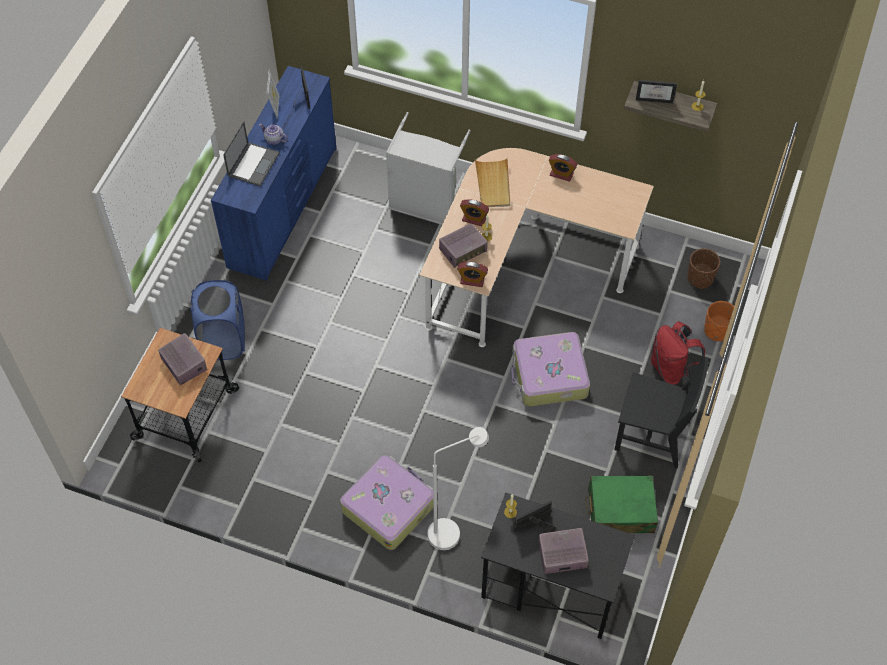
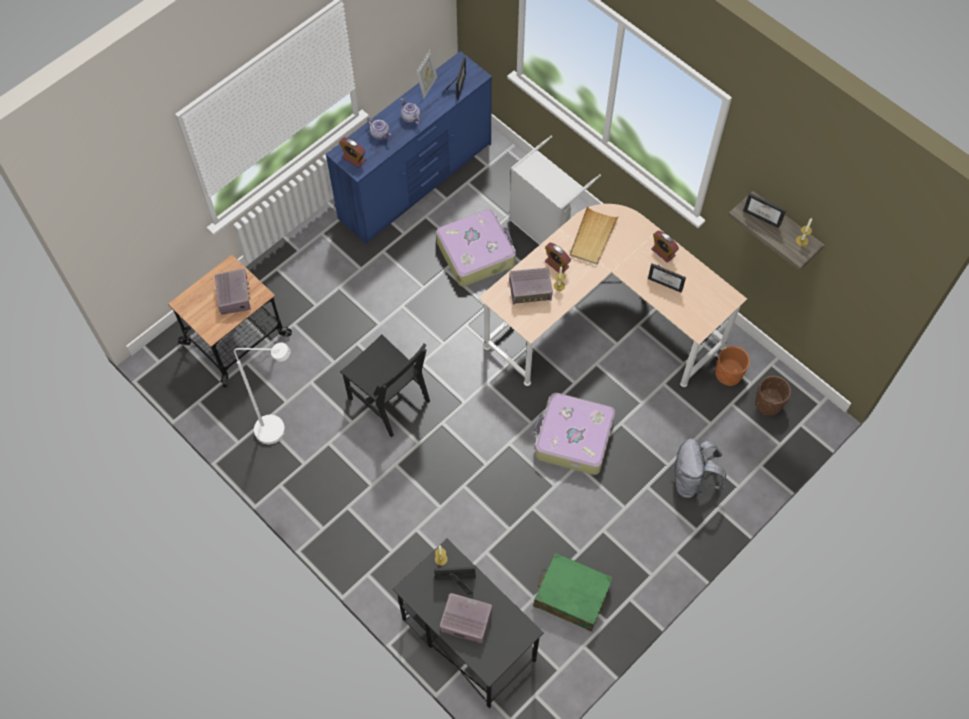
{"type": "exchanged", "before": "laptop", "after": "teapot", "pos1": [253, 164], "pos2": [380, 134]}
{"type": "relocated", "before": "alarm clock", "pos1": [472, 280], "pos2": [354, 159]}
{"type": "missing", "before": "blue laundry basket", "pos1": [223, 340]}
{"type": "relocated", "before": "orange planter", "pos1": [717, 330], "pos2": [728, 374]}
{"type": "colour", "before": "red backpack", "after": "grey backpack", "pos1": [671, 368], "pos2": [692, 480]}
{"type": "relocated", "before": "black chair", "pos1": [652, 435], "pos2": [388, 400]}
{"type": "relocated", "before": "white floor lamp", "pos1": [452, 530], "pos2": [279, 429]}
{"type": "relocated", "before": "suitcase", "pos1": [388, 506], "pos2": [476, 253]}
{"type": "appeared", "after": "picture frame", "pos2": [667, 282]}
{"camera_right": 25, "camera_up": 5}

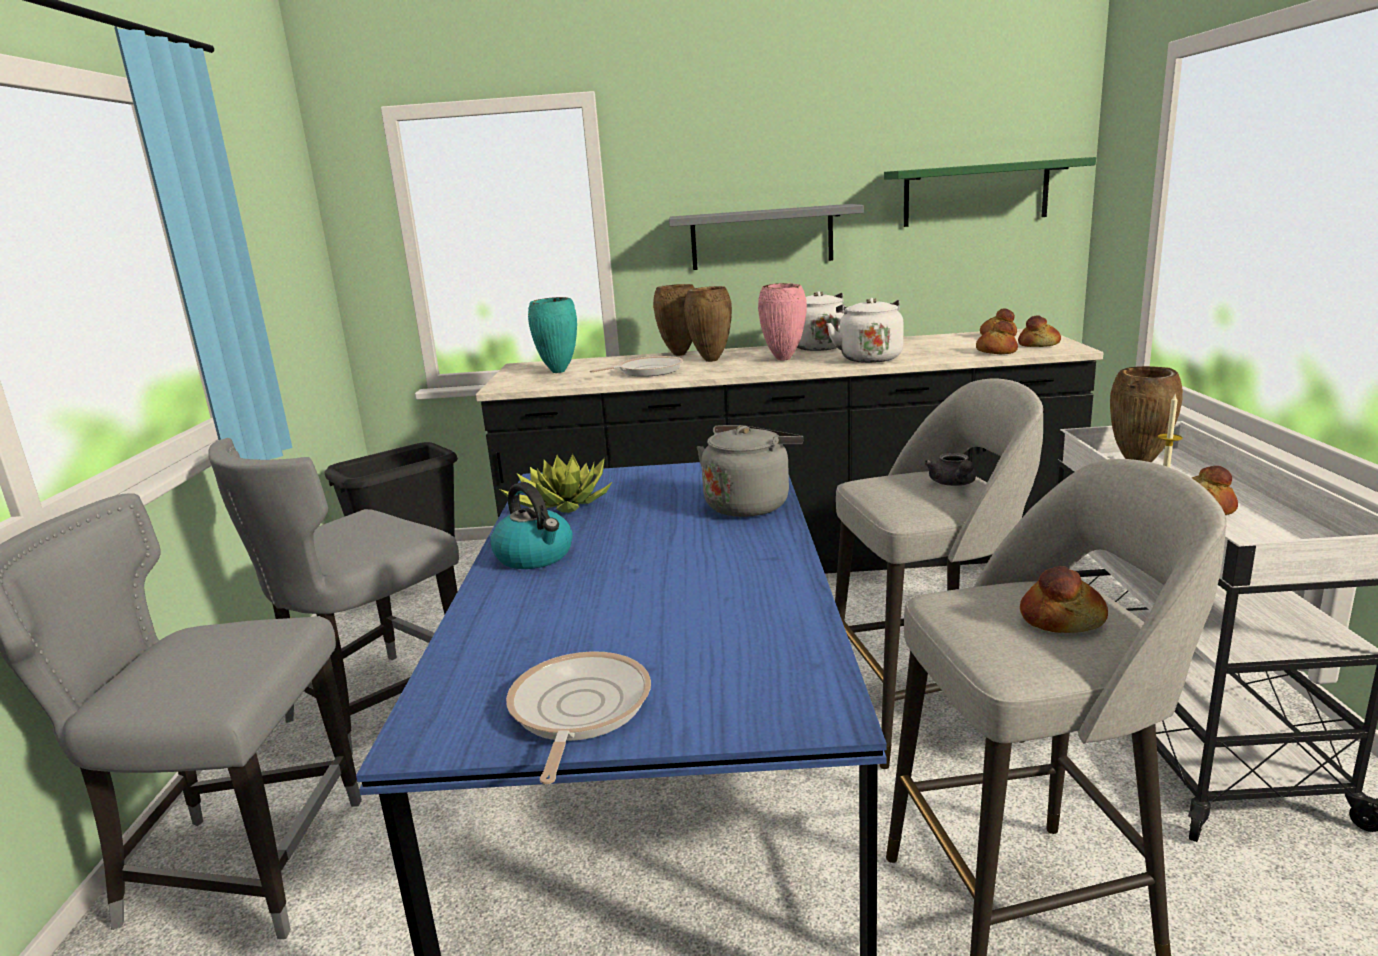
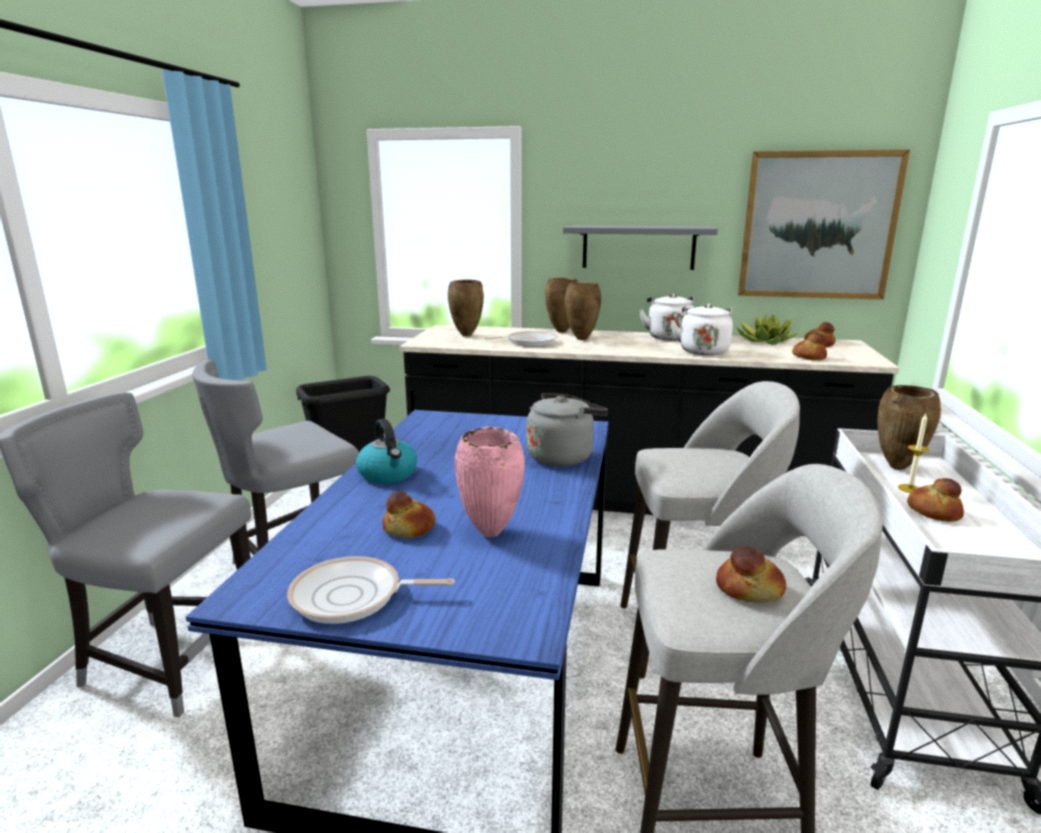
{"type": "exchanged", "before": "green shelf", "after": "picture", "pos1": [975, 193], "pos2": [818, 226]}
{"type": "relocated", "before": "pink vase", "pos1": [784, 359], "pos2": [492, 533]}
{"type": "colour", "before": "turquoise vase", "after": "brown vase", "pos1": [558, 372], "pos2": [466, 335]}
{"type": "relocated", "before": "bread", "pos1": [1039, 345], "pos2": [408, 529]}
{"type": "missing", "before": "grey teapot", "pos1": [953, 484]}
{"type": "relocated", "before": "potted plant", "pos1": [561, 504], "pos2": [763, 341]}
{"type": "spun", "before": "frying pan", "pos1": [577, 711], "pos2": [353, 597], "turn": -105}
{"camera_right": 10, "camera_up": 0}

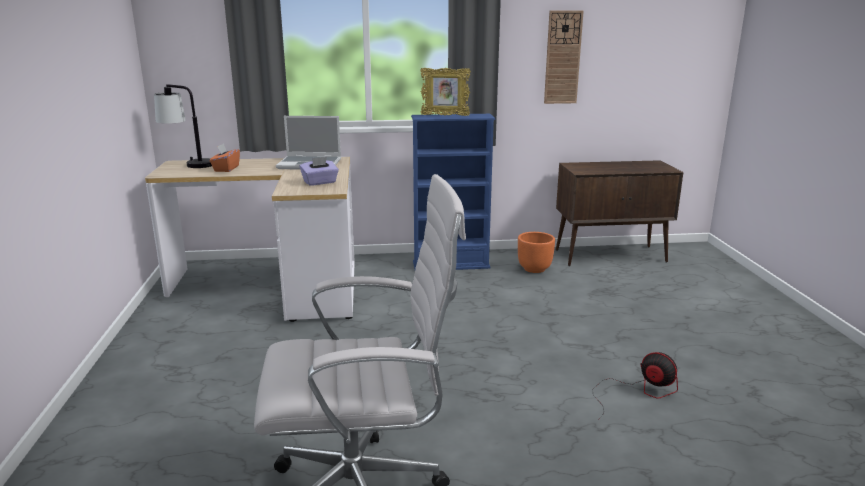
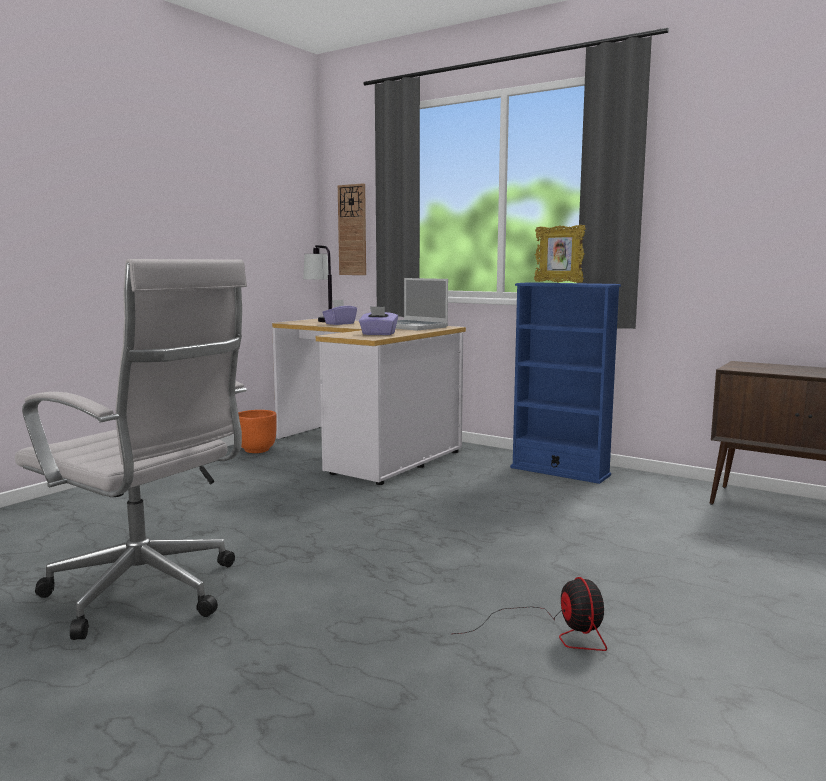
{"type": "relocated", "before": "wall clock", "pos1": [562, 57], "pos2": [352, 230]}
{"type": "colour", "before": "orange tissue box", "after": "purple tissue box", "pos1": [226, 169], "pos2": [339, 324]}
{"type": "relocated", "before": "orange planter", "pos1": [534, 269], "pos2": [257, 450]}
{"camera_right": 40, "camera_up": -10}

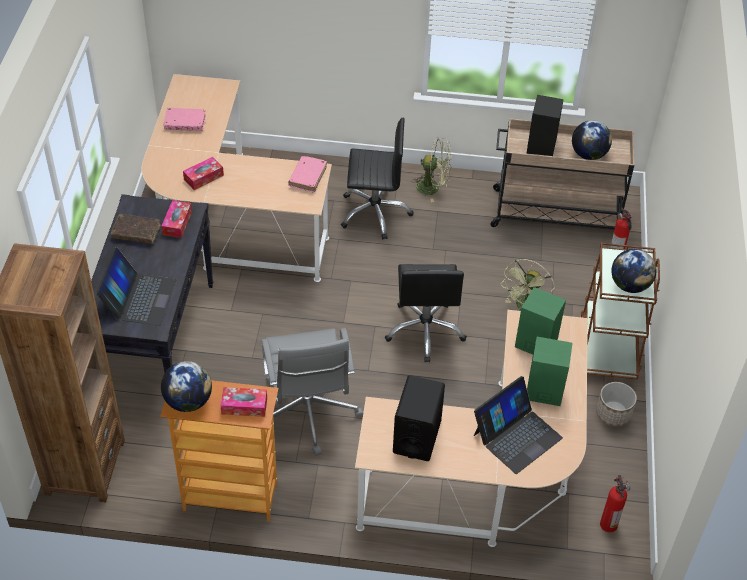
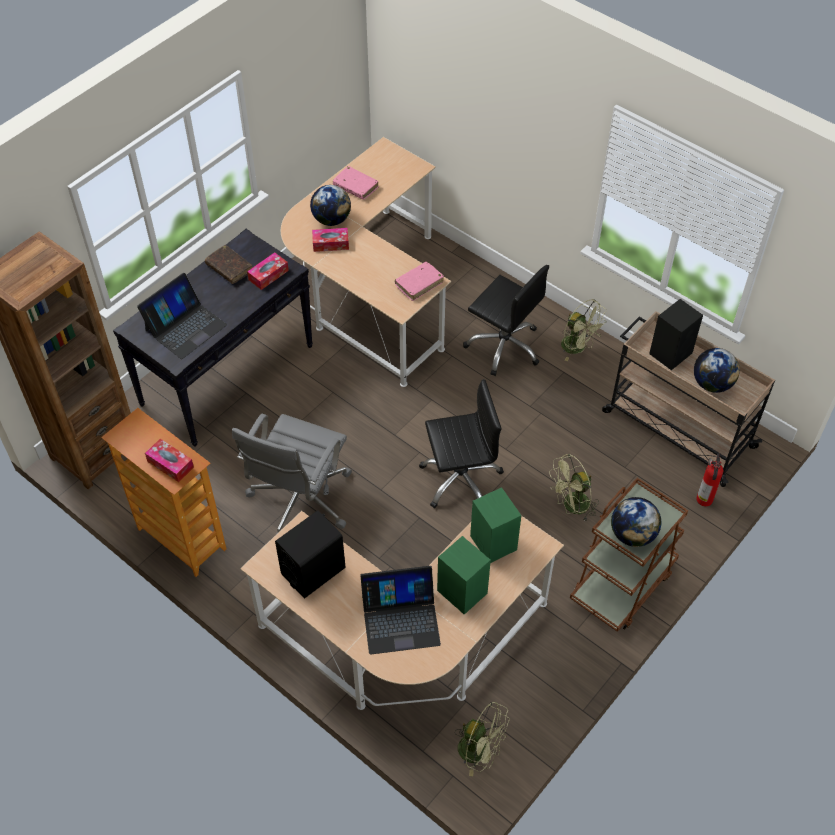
{"type": "spun", "before": "black office chair", "pos1": [425, 330], "pos2": [460, 479], "turn": -135}
{"type": "relocated", "before": "globe", "pos1": [188, 401], "pos2": [331, 220]}
{"type": "missing", "before": "planter", "pos1": [613, 414]}
{"type": "exchanged", "before": "fire extinguisher", "after": "green fan", "pos1": [608, 523], "pos2": [479, 751]}
{"camera_right": 35, "camera_up": 5}

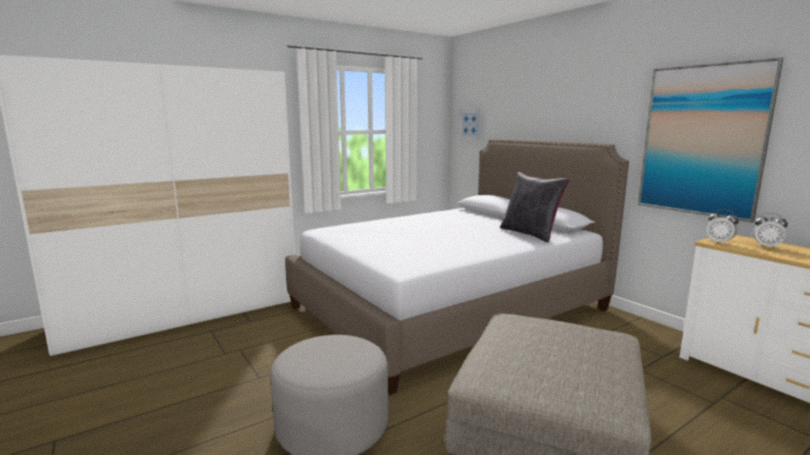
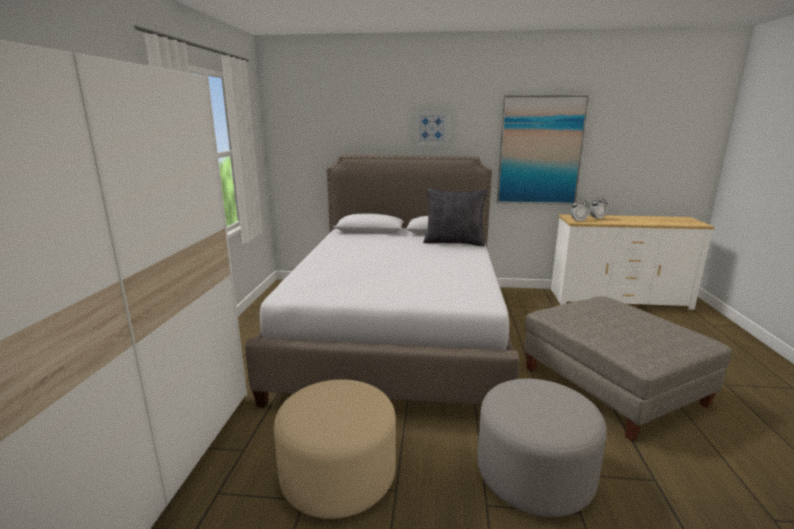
{"type": "relocated", "before": "picture", "pos1": [471, 124], "pos2": [431, 127]}
{"type": "appeared", "after": "beige ottoman", "pos2": [338, 476]}
{"camera_right": -50, "camera_up": 5}

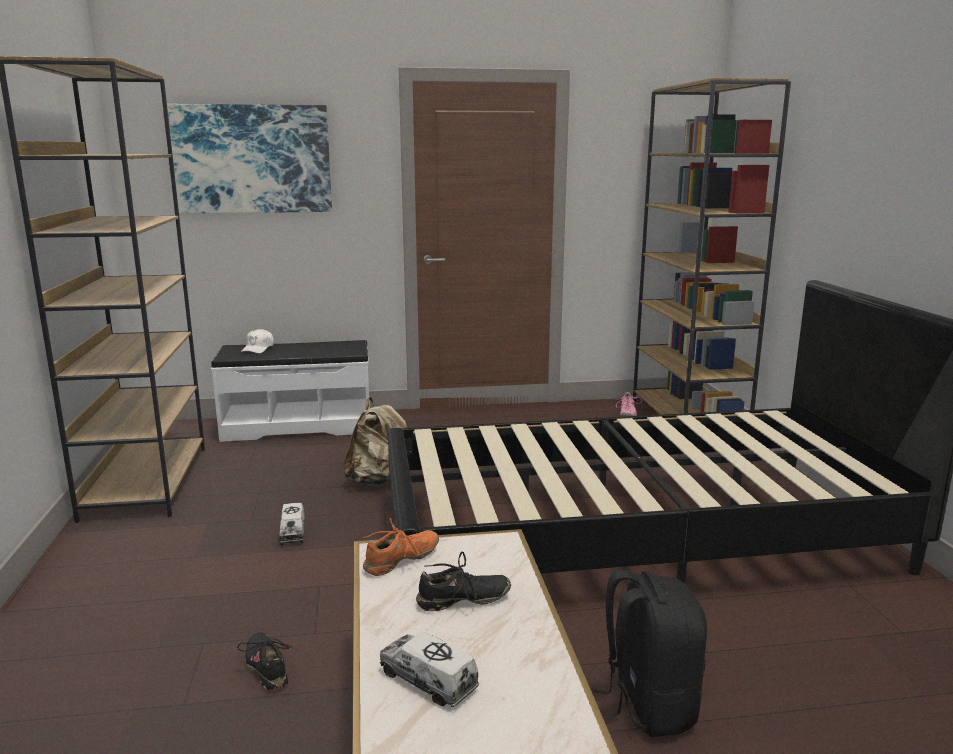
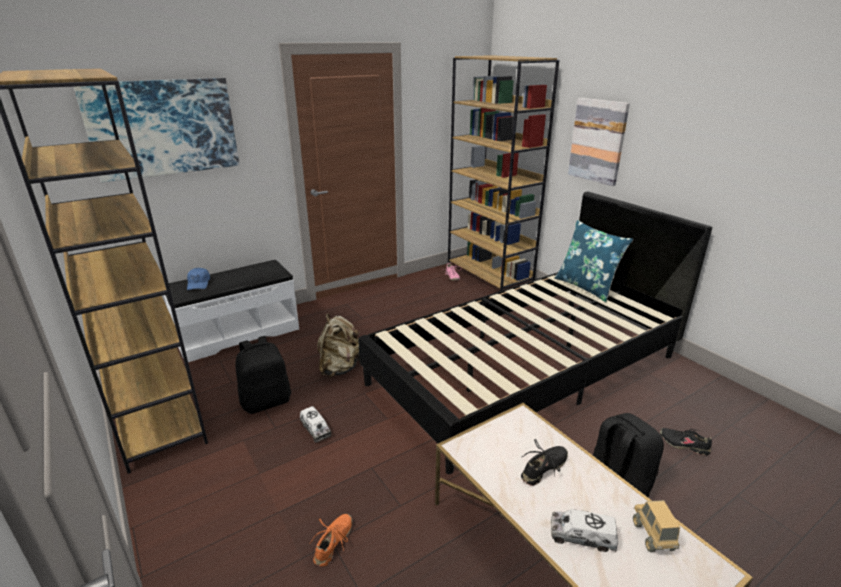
{"type": "colour", "before": "white cap", "after": "blue cap", "pos1": [258, 349], "pos2": [199, 283]}
{"type": "relocated", "before": "orange shoe", "pos1": [402, 560], "pos2": [334, 543]}
{"type": "relocated", "before": "black shoe", "pos1": [268, 668], "pos2": [684, 444]}
{"type": "appeared", "after": "picture", "pos2": [598, 141]}
{"type": "appeared", "after": "blue pillow", "pos2": [586, 287]}
{"type": "appeared", "after": "black backpack", "pos2": [266, 401]}
{"type": "appeared", "after": "toy truck", "pos2": [652, 536]}
{"camera_right": -25, "camera_up": 10}

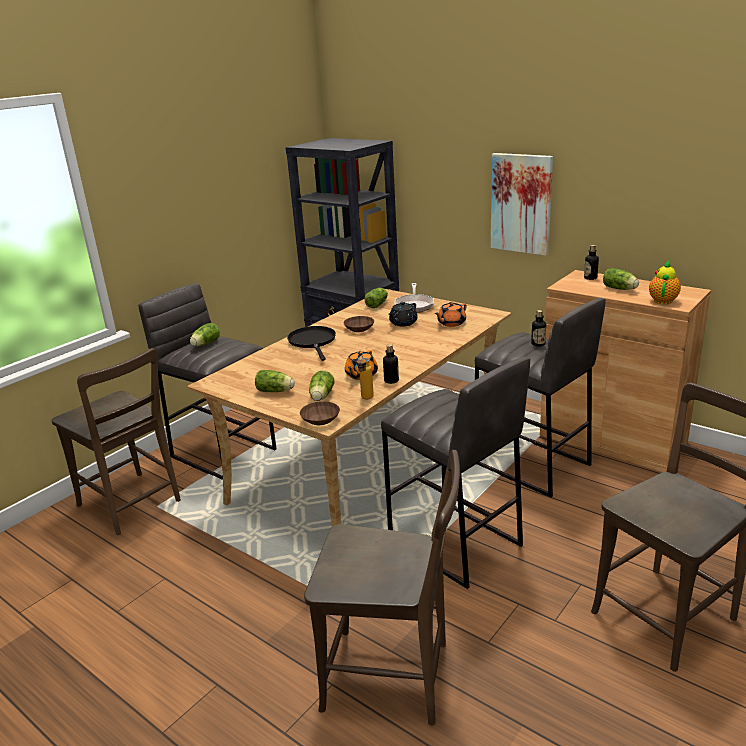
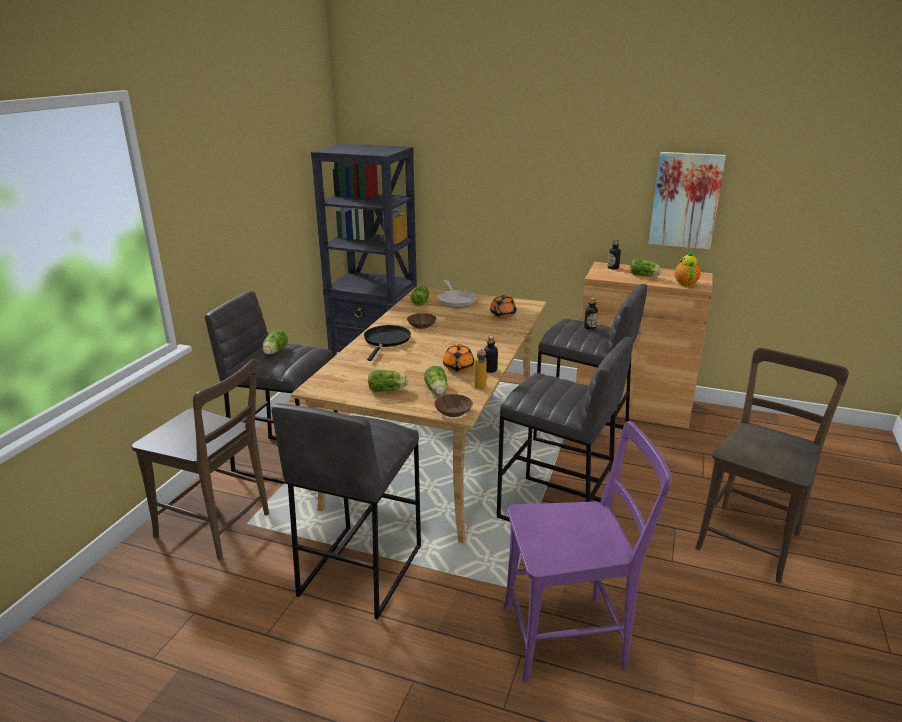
{"type": "relocated", "before": "picture", "pos1": [521, 203], "pos2": [685, 200]}
{"type": "missing", "before": "black teapot", "pos1": [403, 323]}
{"type": "spun", "before": "black frying pan", "pos1": [313, 342], "pos2": [386, 341], "turn": 45}
{"type": "colour", "before": "brown chair", "after": "purple chair", "pos1": [394, 677], "pos2": [570, 636]}
{"type": "appeared", "after": "grey stool", "pos2": [359, 570]}
{"camera_right": -20, "camera_up": 0}

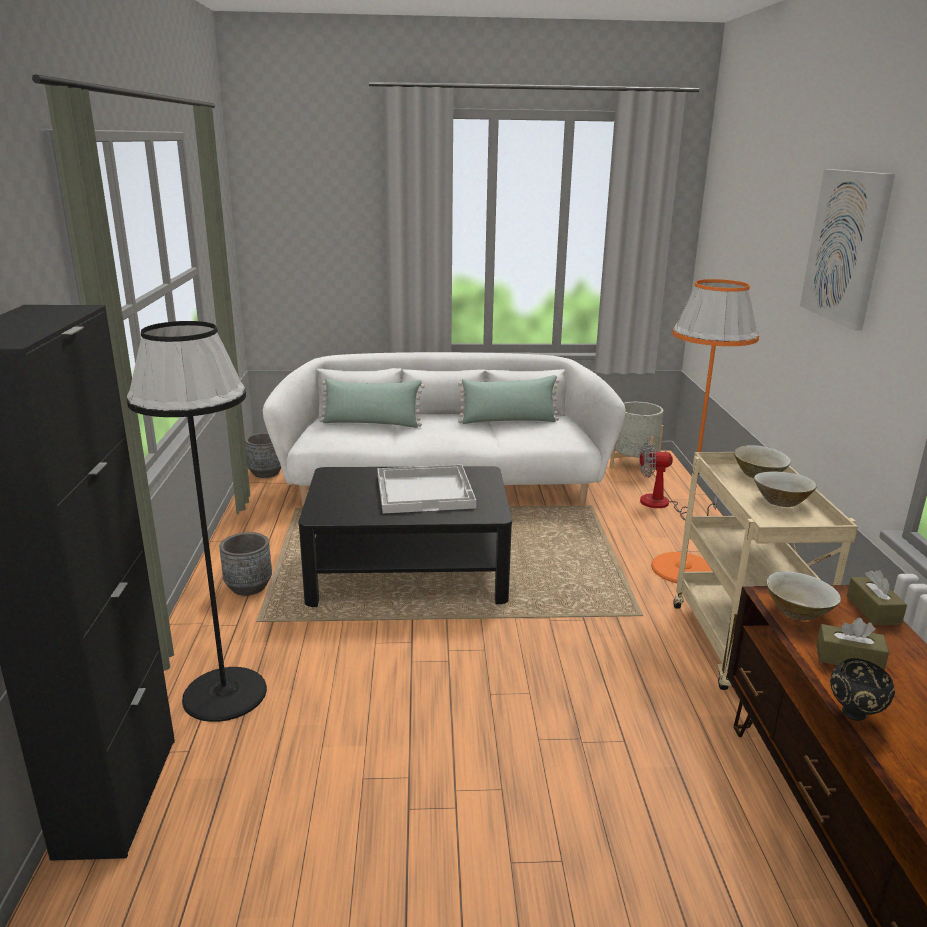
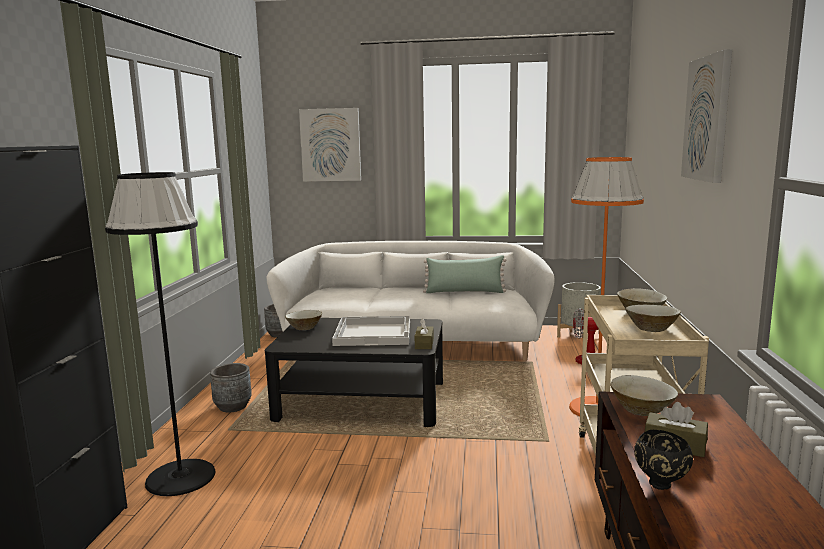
{"type": "missing", "before": "green pillow", "pos1": [371, 423]}
{"type": "relocated", "before": "brown tissue box", "pos1": [873, 610], "pos2": [424, 344]}
{"type": "appeared", "after": "picture", "pos2": [330, 145]}
{"type": "appeared", "after": "beige bowl", "pos2": [304, 328]}
{"camera_right": 10, "camera_up": -10}

